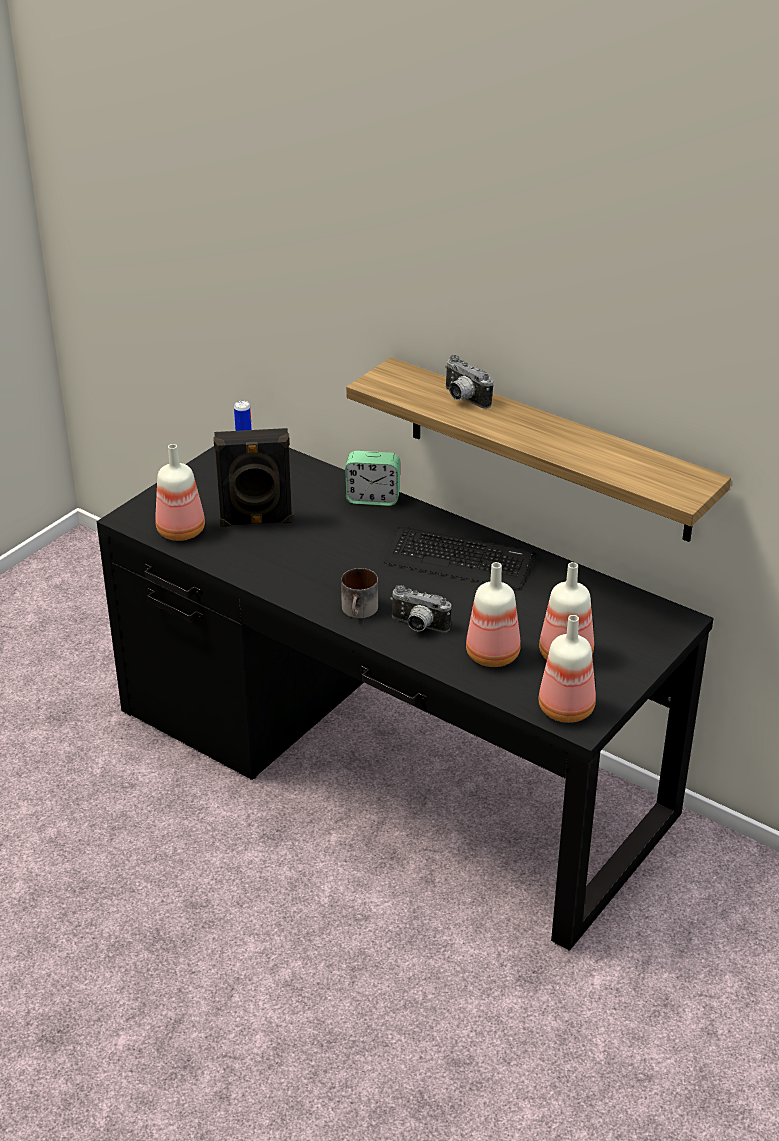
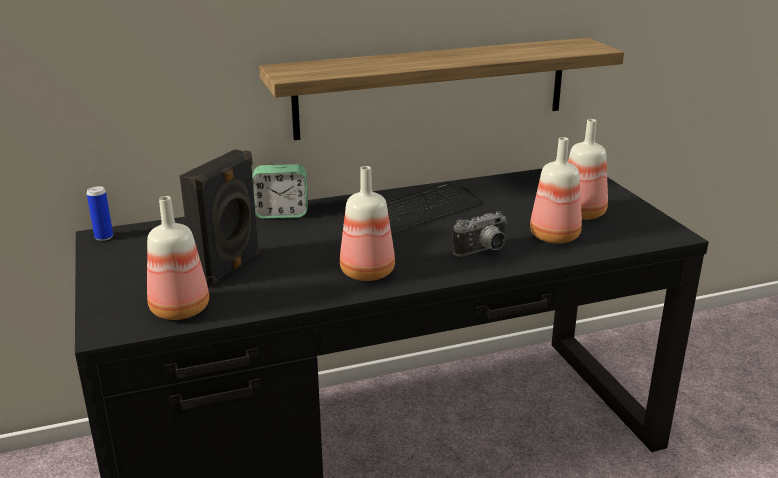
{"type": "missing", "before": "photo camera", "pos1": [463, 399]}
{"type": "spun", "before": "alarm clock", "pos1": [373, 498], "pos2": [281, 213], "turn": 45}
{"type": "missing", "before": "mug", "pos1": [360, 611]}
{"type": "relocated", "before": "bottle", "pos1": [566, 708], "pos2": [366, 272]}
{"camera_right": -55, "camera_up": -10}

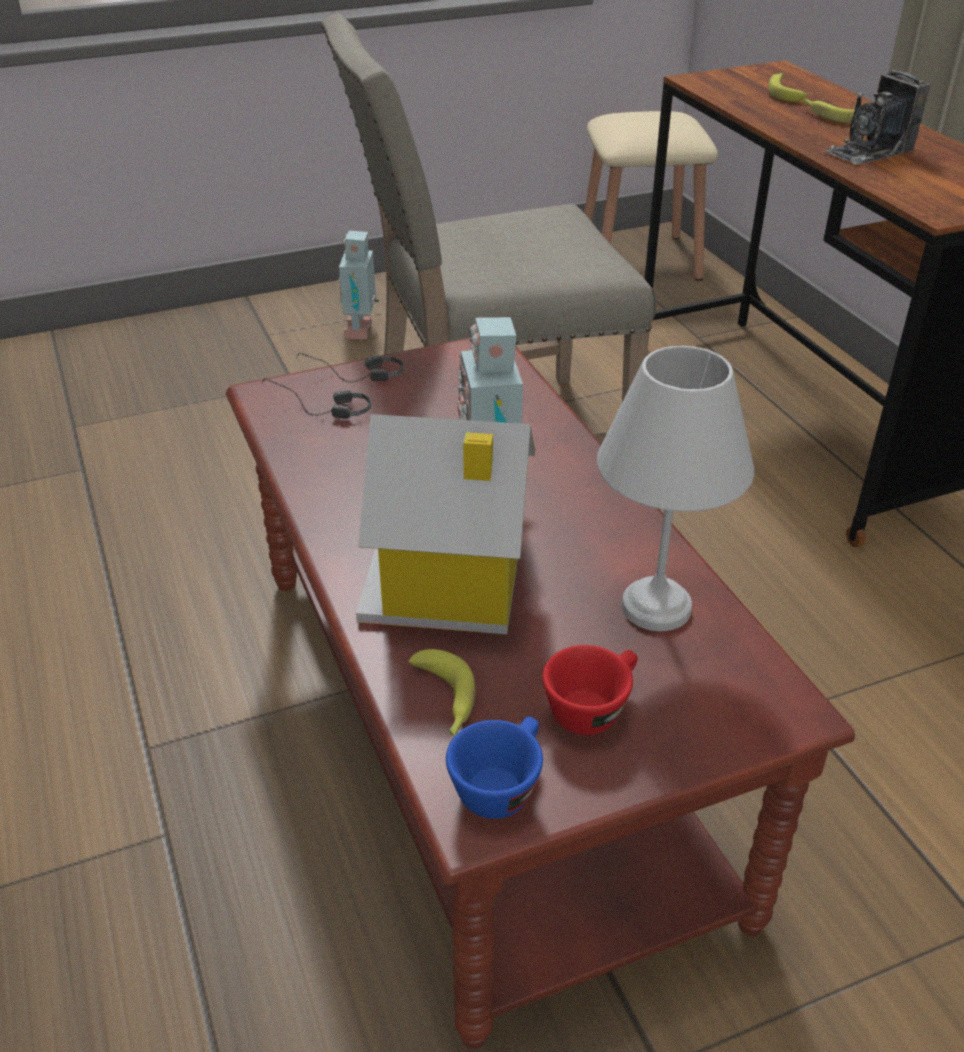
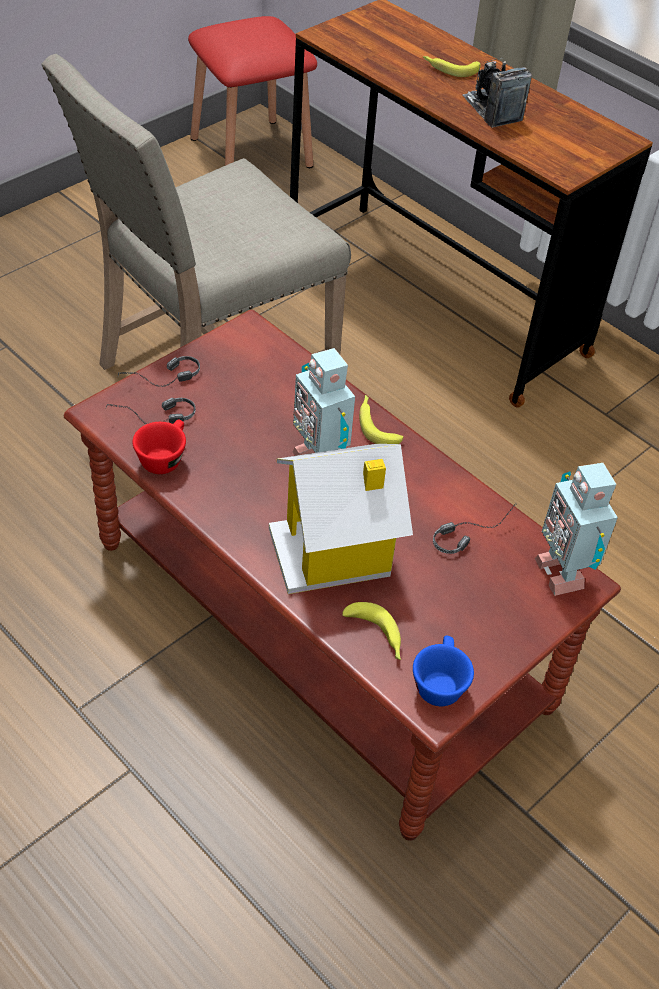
{"type": "spun", "before": "photo camera", "pos1": [869, 151], "pos2": [492, 109], "turn": 120}
{"type": "relocated", "before": "banana", "pos1": [784, 92], "pos2": [376, 424]}
{"type": "colour", "before": "beige stool", "after": "red stool", "pos1": [639, 259], "pos2": [251, 152]}
{"type": "relocated", "before": "toy robot", "pos1": [362, 331], "pos2": [562, 571]}
{"type": "exchanged", "before": "white table lamp", "after": "headphones", "pos1": [652, 606], "pos2": [470, 530]}
{"type": "relocated", "before": "red cup", "pos1": [592, 707], "pos2": [164, 457]}
{"camera_right": -25, "camera_up": 10}

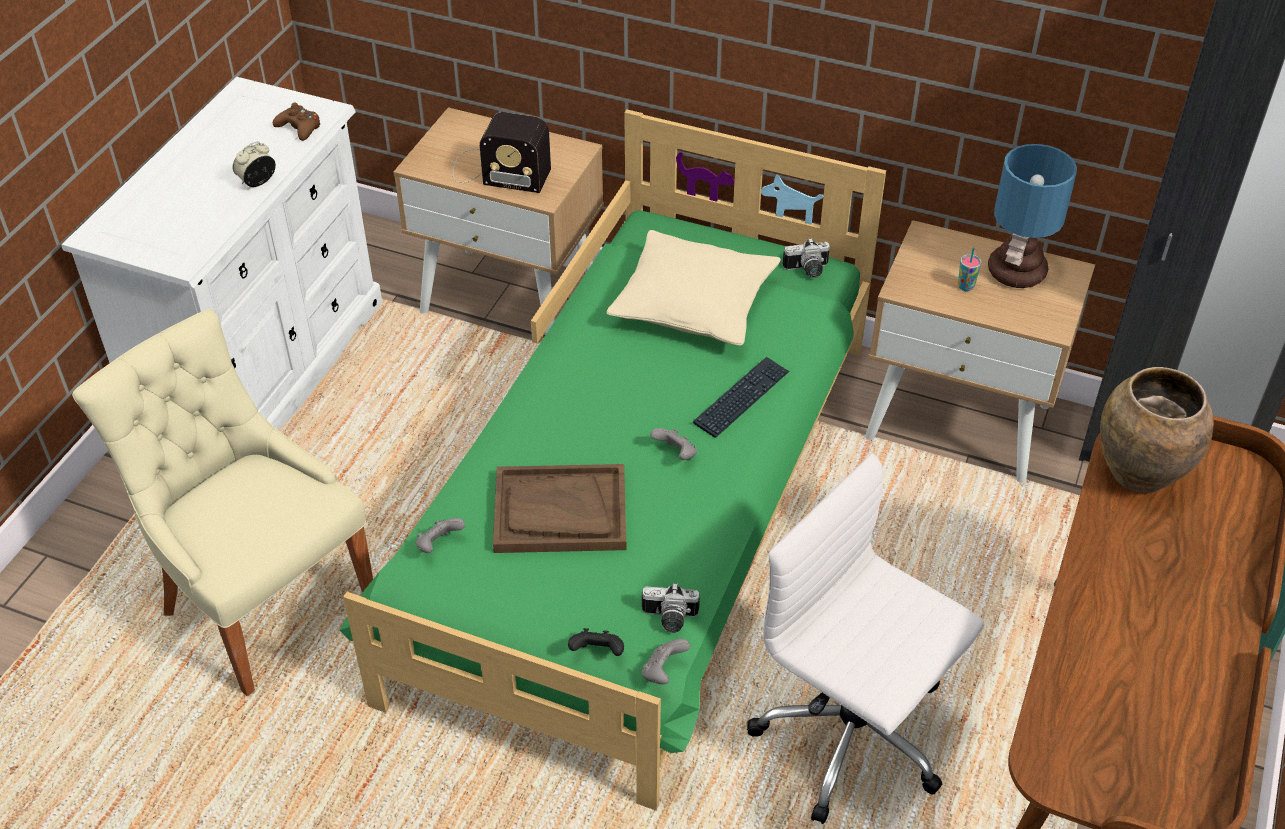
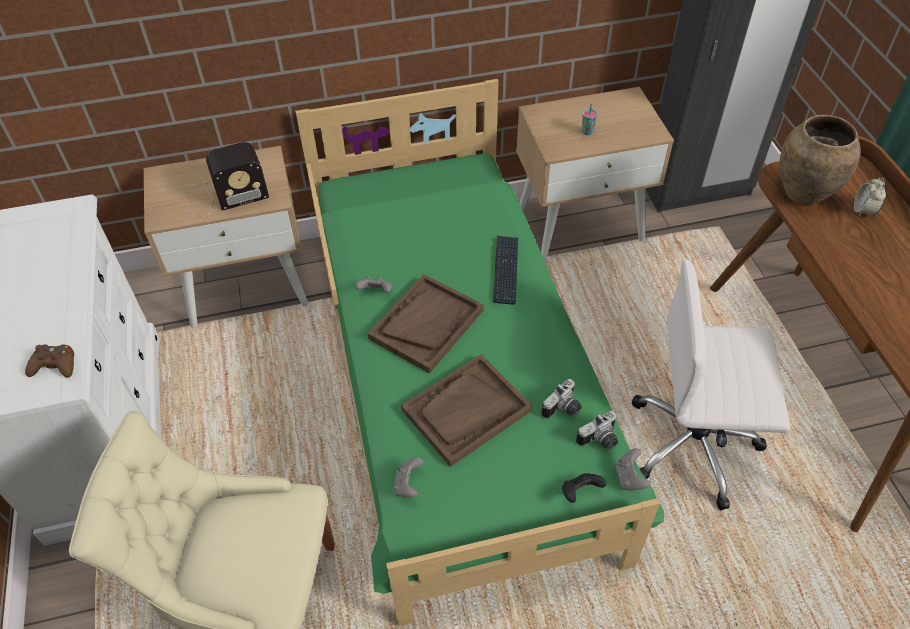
{"type": "relocated", "before": "brown game controller", "pos1": [299, 128], "pos2": [55, 365]}
{"type": "relocated", "before": "alarm clock", "pos1": [257, 182], "pos2": [863, 210]}
{"type": "missing", "before": "table lamp", "pos1": [1016, 273]}
{"type": "missing", "before": "beige pillow", "pos1": [694, 305]}
{"type": "relocated", "before": "photo camera", "pos1": [807, 270], "pos2": [563, 409]}
{"type": "relocated", "before": "grey game controller", "pos1": [676, 454], "pos2": [376, 292]}
{"type": "appeared", "after": "brown tray", "pos2": [426, 324]}
{"camera_right": -35, "camera_up": 5}

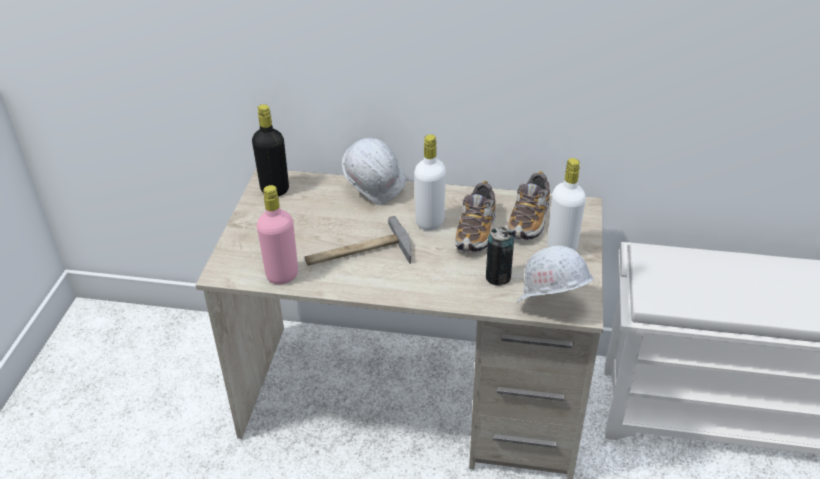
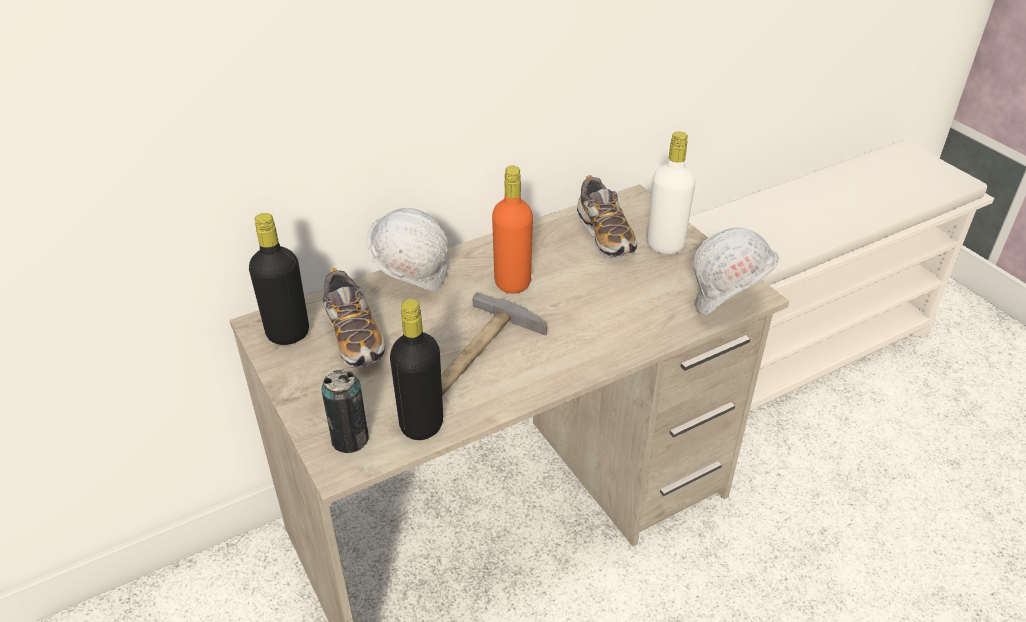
{"type": "colour", "before": "white bottle", "after": "orange bottle", "pos1": [429, 222], "pos2": [512, 283]}
{"type": "relocated", "before": "shoe", "pos1": [476, 231], "pos2": [354, 336]}
{"type": "colour", "before": "pink bottle", "after": "black bottle", "pos1": [282, 275], "pos2": [421, 425]}
{"type": "relocated", "before": "can", "pos1": [498, 277], "pos2": [350, 439]}
{"camera_right": -40, "camera_up": 0}

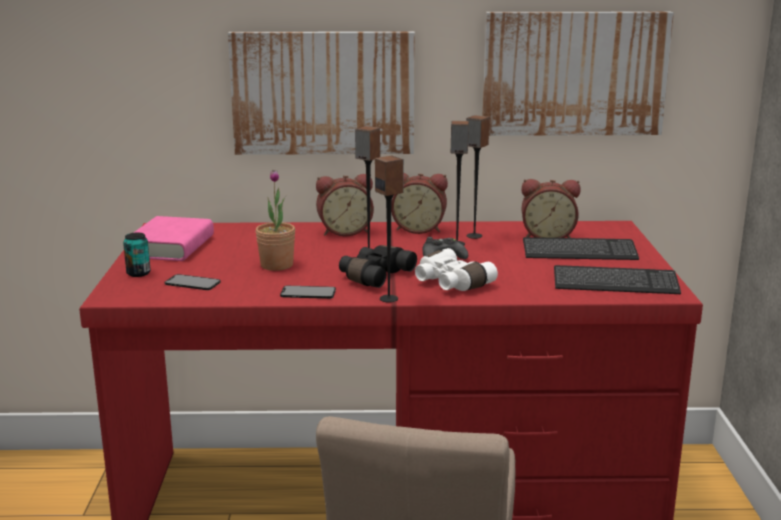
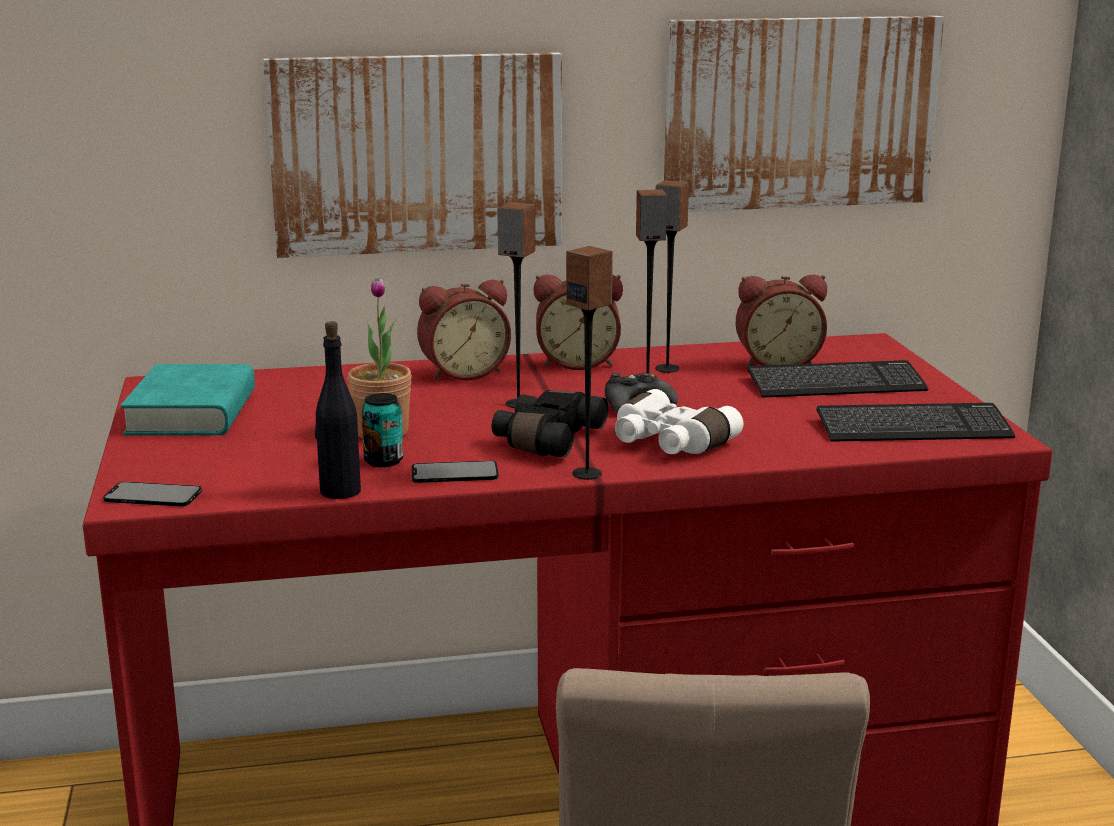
{"type": "colour", "before": "pink book", "after": "turquoise book", "pos1": [171, 246], "pos2": [192, 413]}
{"type": "relocated", "before": "can", "pos1": [138, 273], "pos2": [383, 461]}
{"type": "relocated", "before": "phone", "pos1": [192, 283], "pos2": [153, 495]}
{"type": "appeared", "after": "black bottle", "pos2": [339, 491]}
{"camera_right": -10, "camera_up": 0}

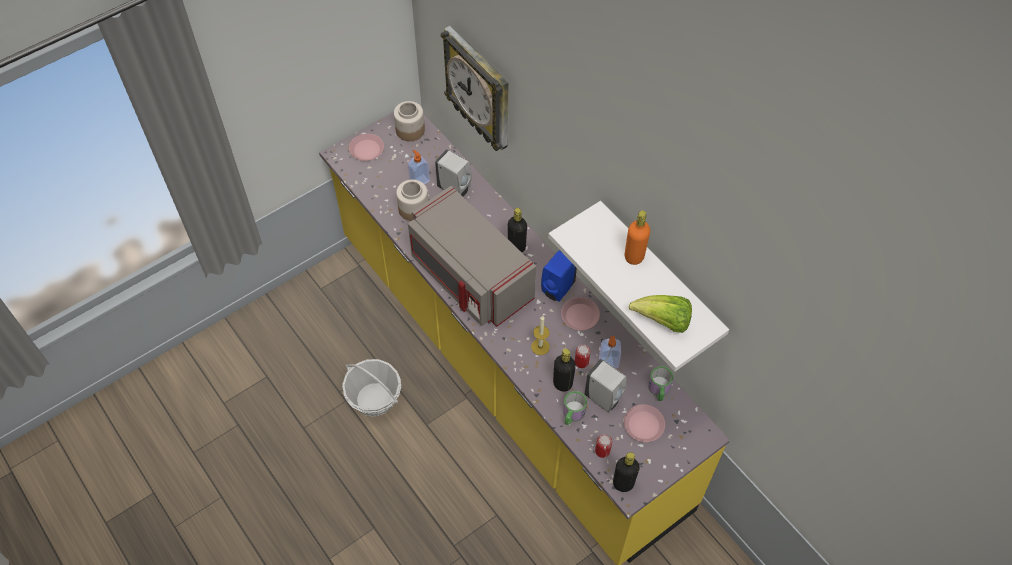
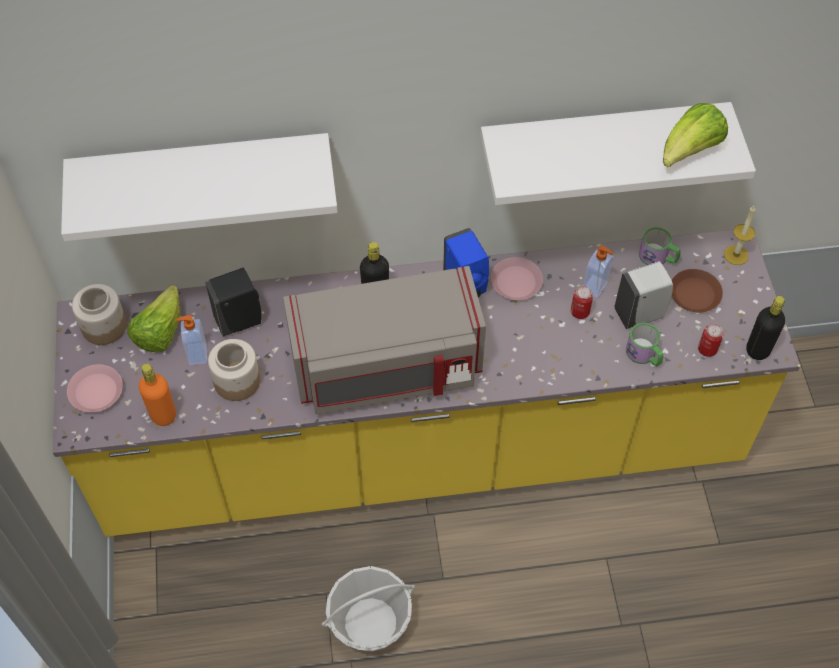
{"type": "exchanged", "before": "wall clock", "after": "white shelf", "pos1": [480, 91], "pos2": [202, 171]}
{"type": "colour", "before": "white soap dispenser", "after": "black soap dispenser", "pos1": [455, 189], "pos2": [240, 320]}
{"type": "relocated", "before": "orange bottle", "pos1": [634, 256], "pos2": [163, 415]}
{"type": "relocated", "before": "candle", "pos1": [540, 347], "pos2": [736, 255]}
{"type": "missing", "before": "black bottle", "pos1": [562, 383]}
{"type": "colour", "before": "pink plate", "after": "brown plate", "pos1": [643, 425], "pos2": [694, 294]}
{"type": "appeared", "after": "lettuce", "pos2": [160, 332]}
{"camera_right": -60, "camera_up": 0}

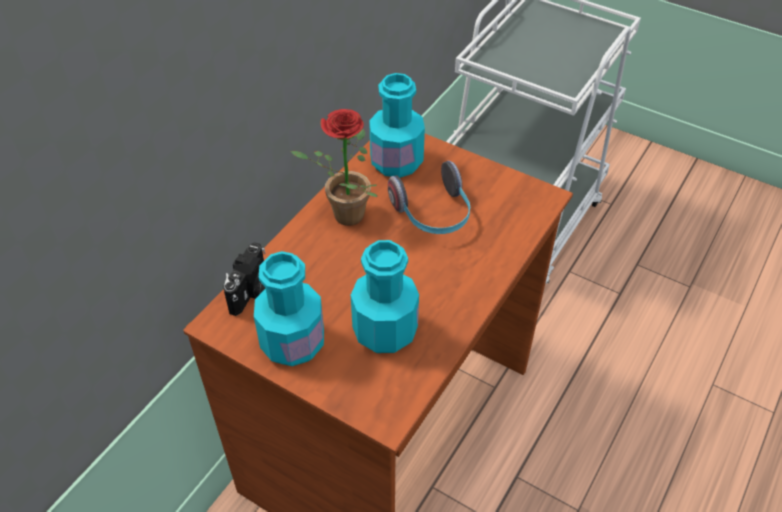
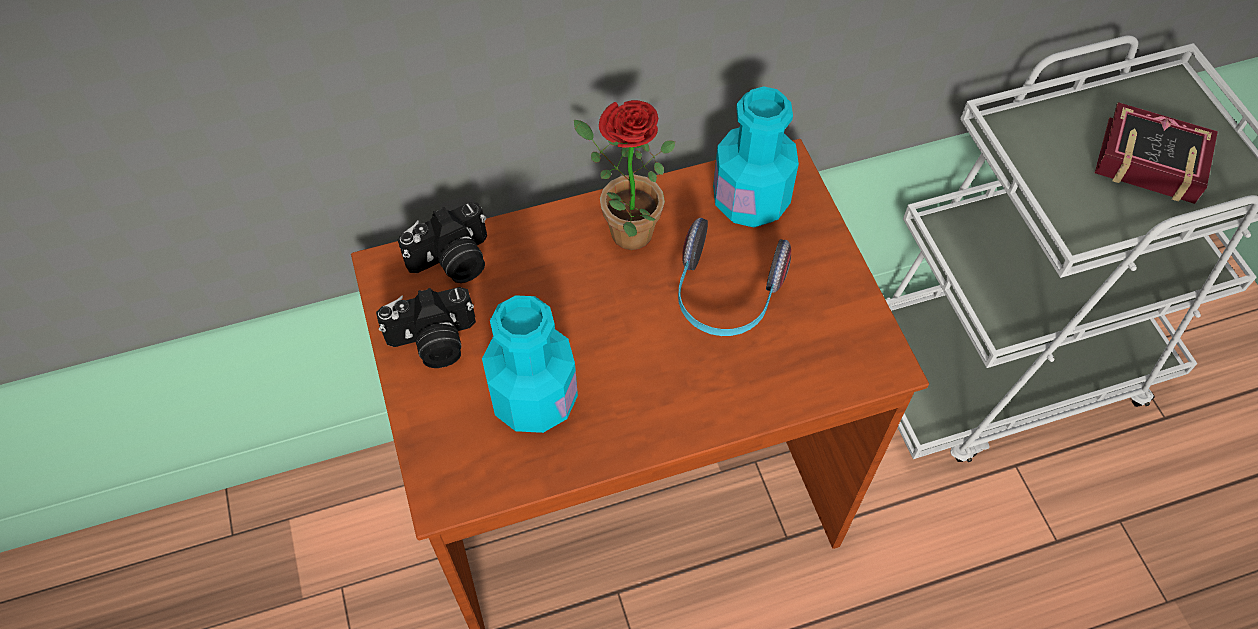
{"type": "exchanged", "before": "turquoise bottle", "after": "photo camera", "pos1": [293, 342], "pos2": [433, 343]}
{"type": "appeared", "after": "book", "pos2": [1145, 157]}
{"camera_right": 40, "camera_up": 10}

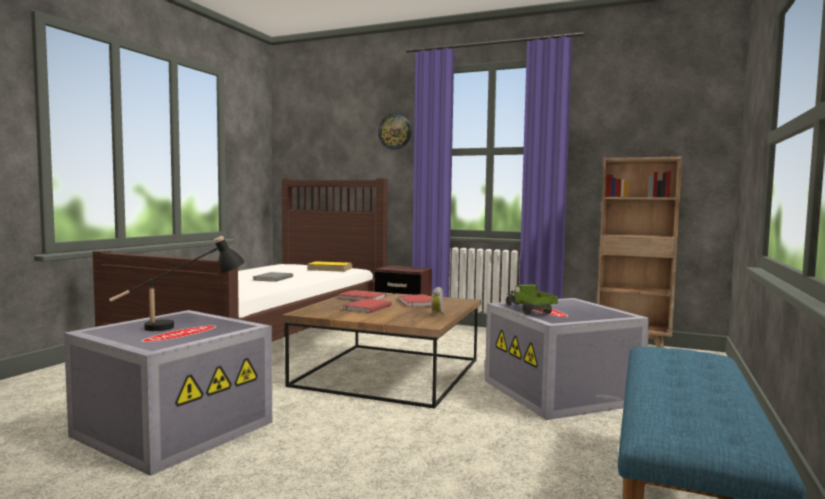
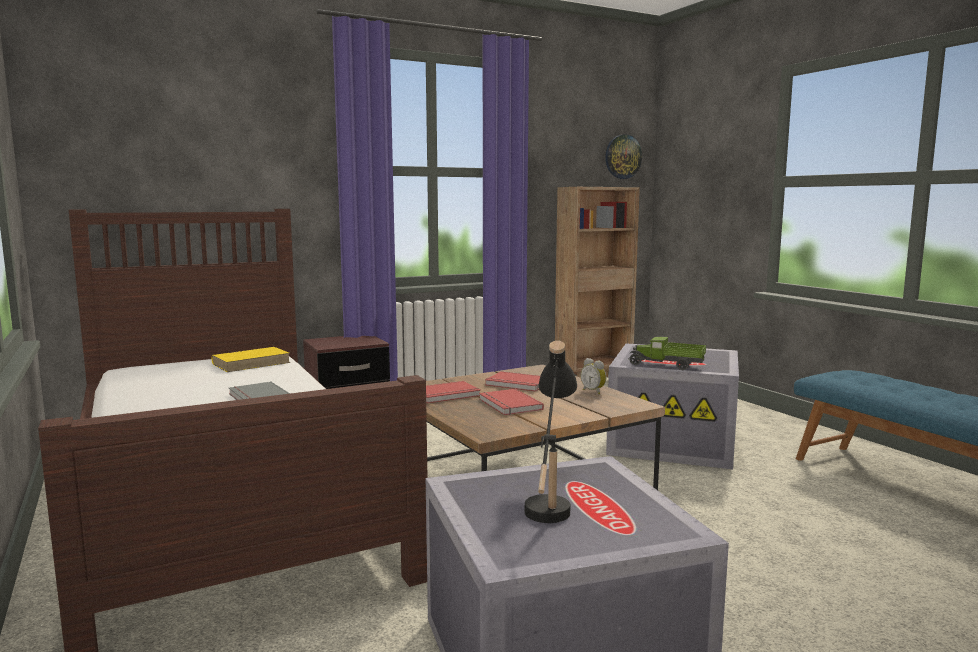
{"type": "relocated", "before": "wall clock", "pos1": [395, 131], "pos2": [622, 157]}
{"camera_right": -50, "camera_up": 5}

